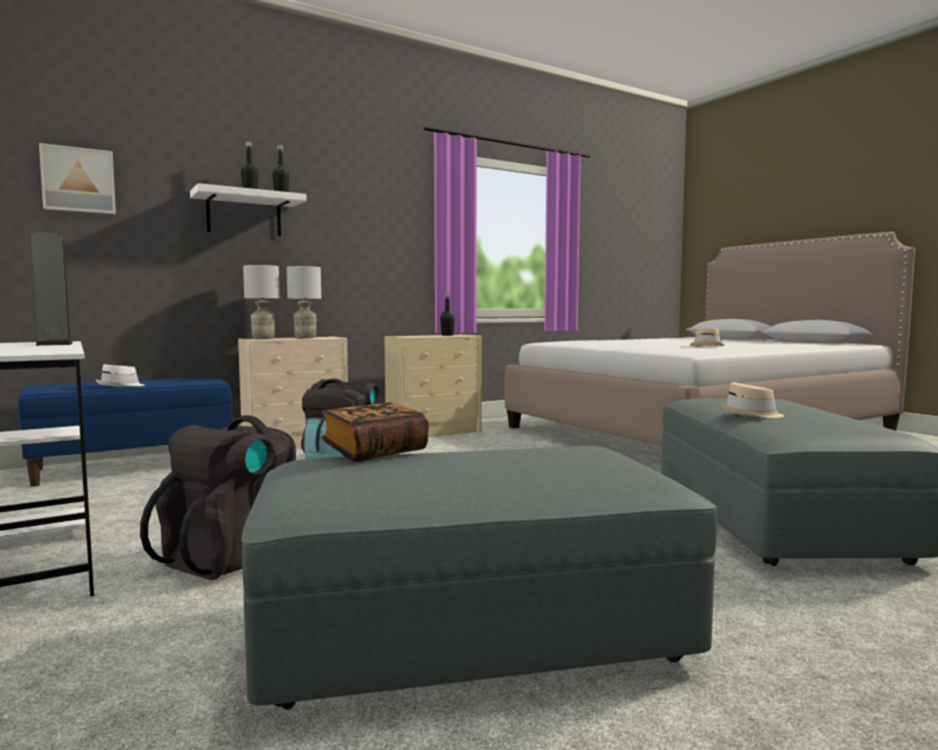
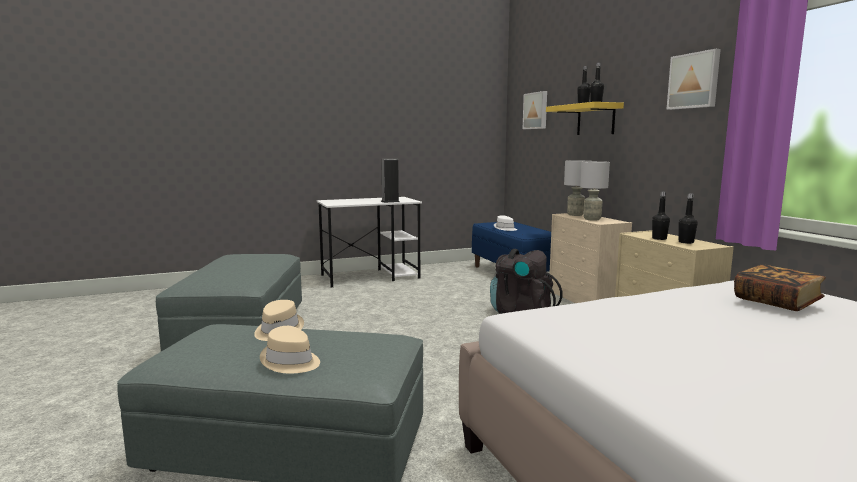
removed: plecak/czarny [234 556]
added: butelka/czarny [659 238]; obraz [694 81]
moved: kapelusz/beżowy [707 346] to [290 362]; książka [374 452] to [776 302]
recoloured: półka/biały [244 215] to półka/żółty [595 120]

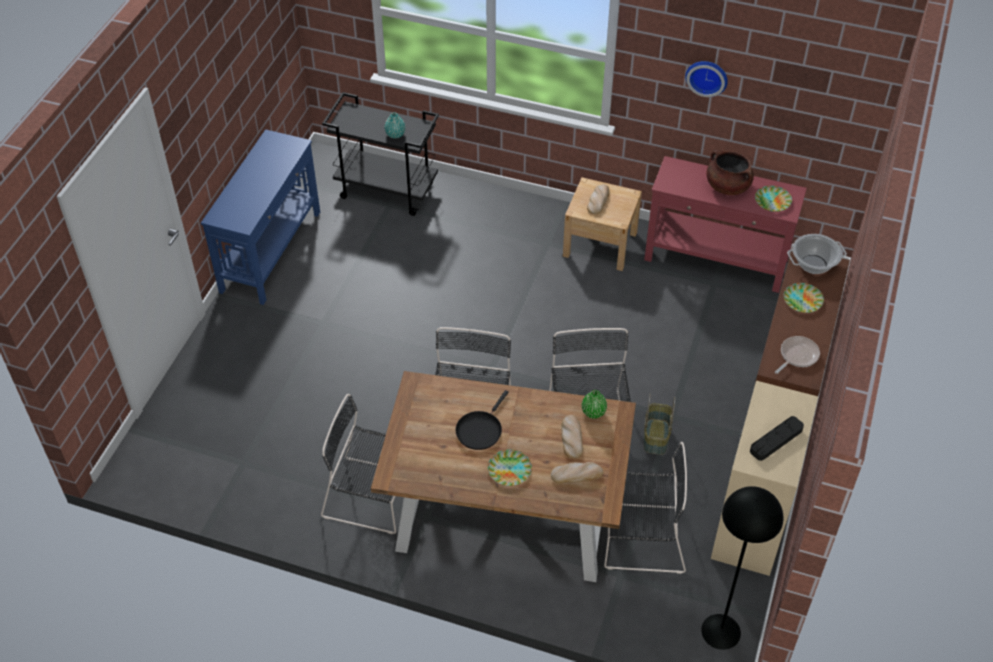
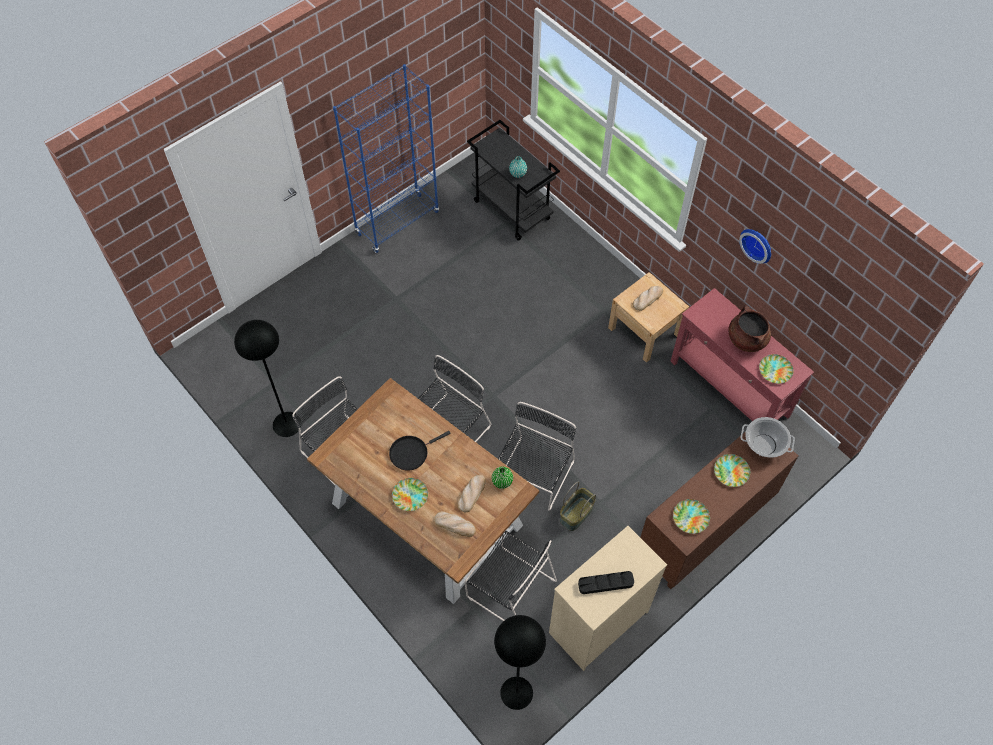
added: lampa stojąca/czarny [286 424]
replaced: stolik konsolowy/niebieski [272 251] to regał/niebieski [397 223]; patelnia [797 356] to talerz [690 517]

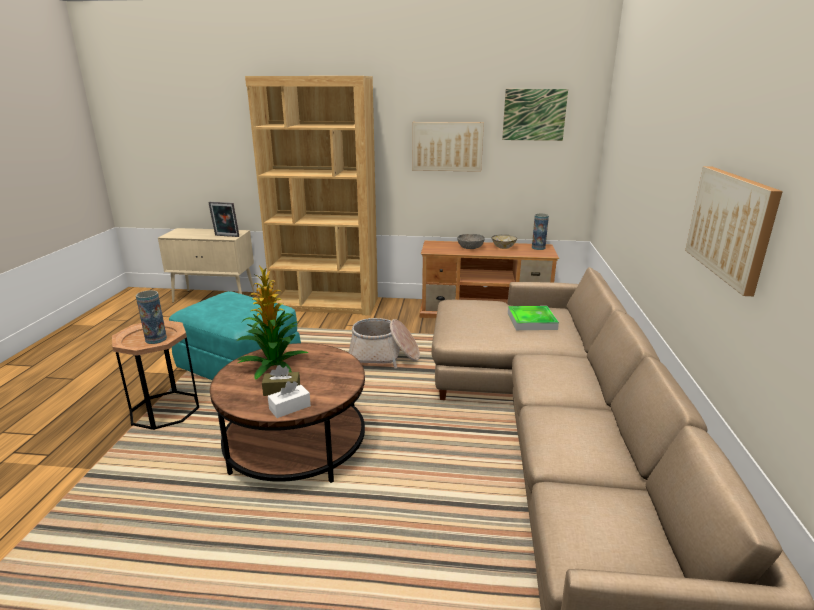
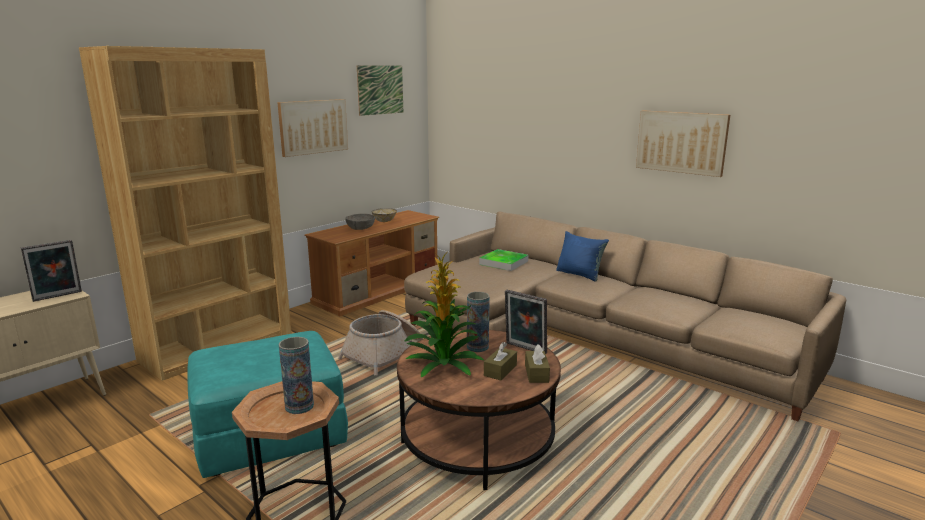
added: ramka na zdjęcie [524 349]; poduszka/niebieski [580 274]
moved: wazon [538 248] to [477 347]
recoloured: pudełko chusteczek/biały [290 407] to pudełko chusteczek/brązowy [536 373]

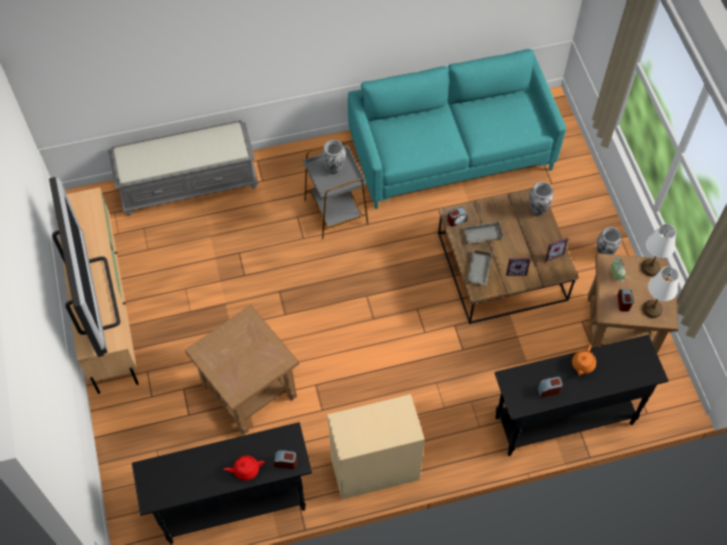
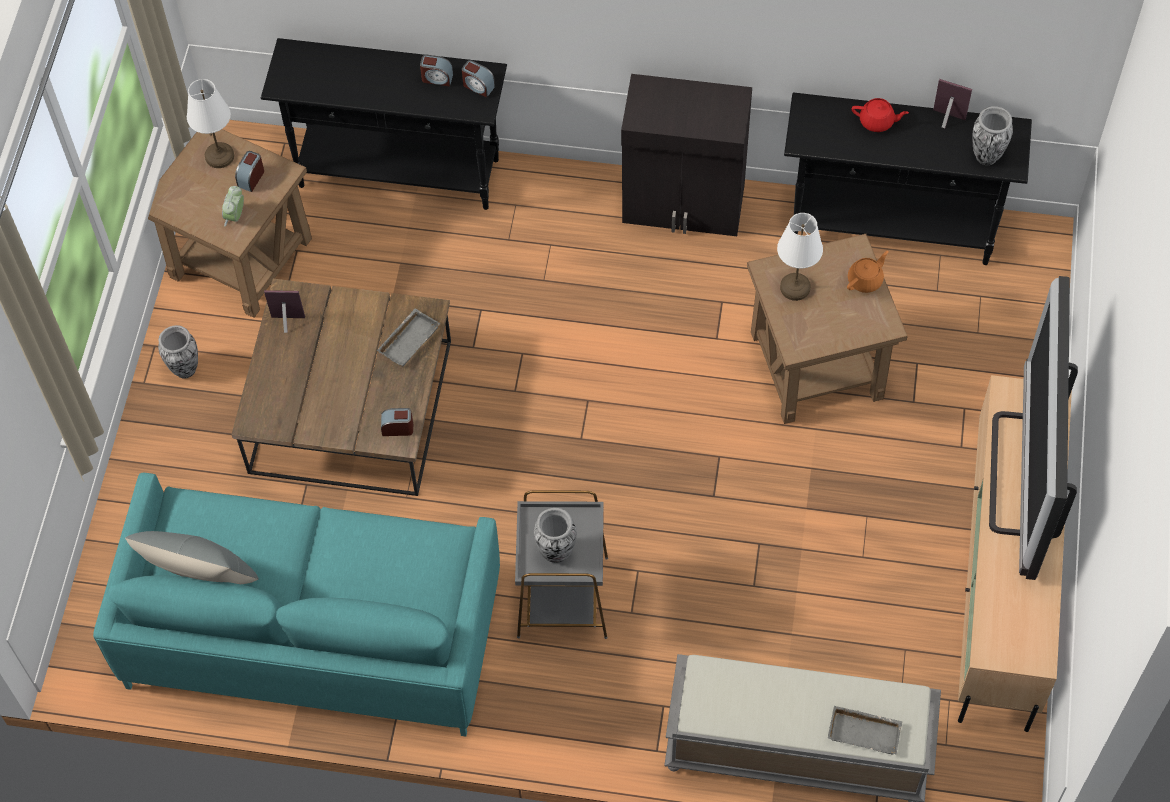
added: poduszka/szary [202 578]
moved: budzik [286 462] to [478 86]; lampa stołowa/biały [650 268] to [795 287]; taca/szary [482 235] to [865 731]; imbryk/pomarańczowy [582 365] to [865 280]; ramka na zdjęcie [515 270] to [946 121]; wazon [537 209] to [986 155]
recoloured: szafka/beżowy [374 468] to szafka/czarny [684 206]

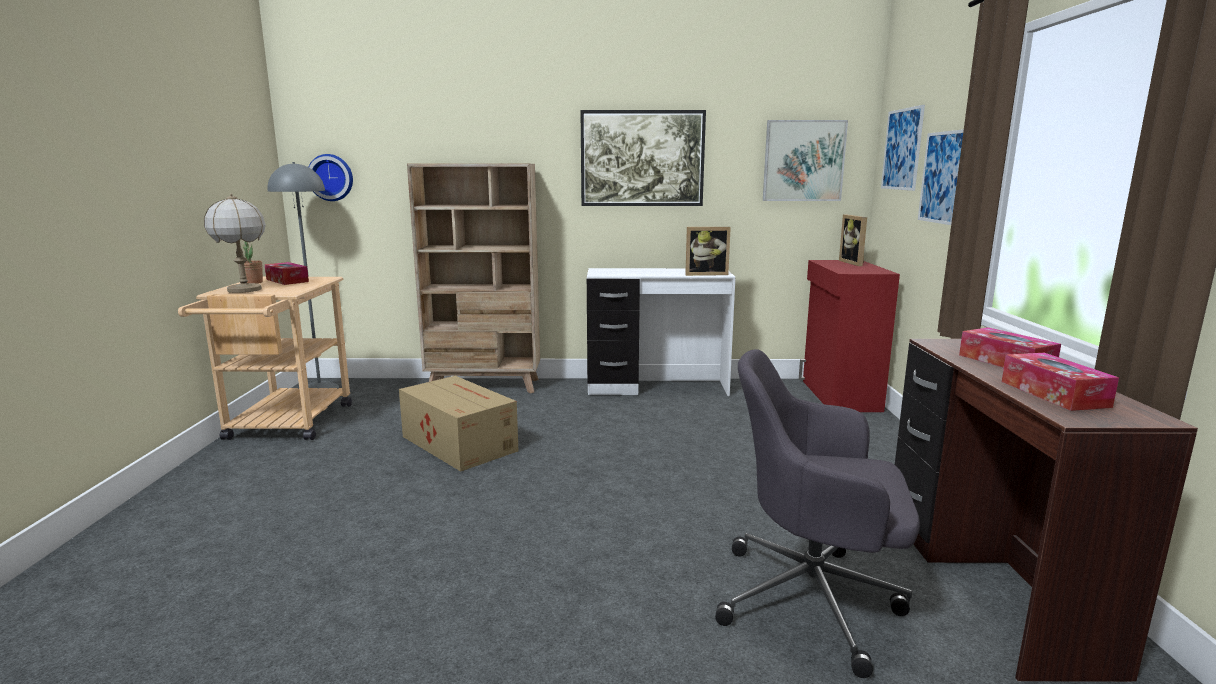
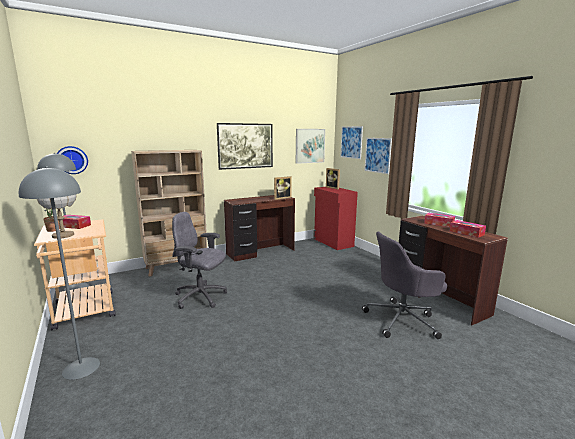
added: lampa stojąca/szary [81 367]
replaced: karton [458 443] to krzesło biurowe/szary [201 297]
recoloured: biurko/biały [657 388] to biurko/brązowy [261 252]

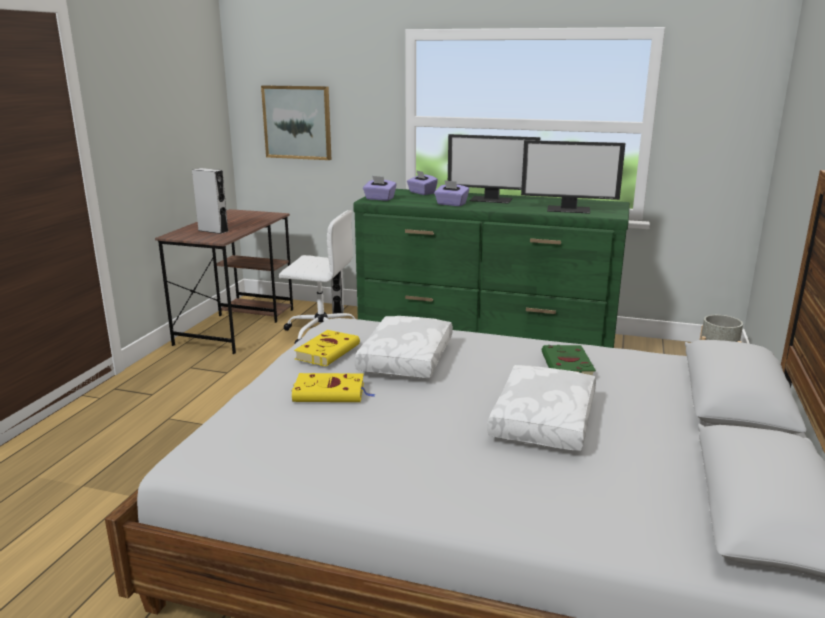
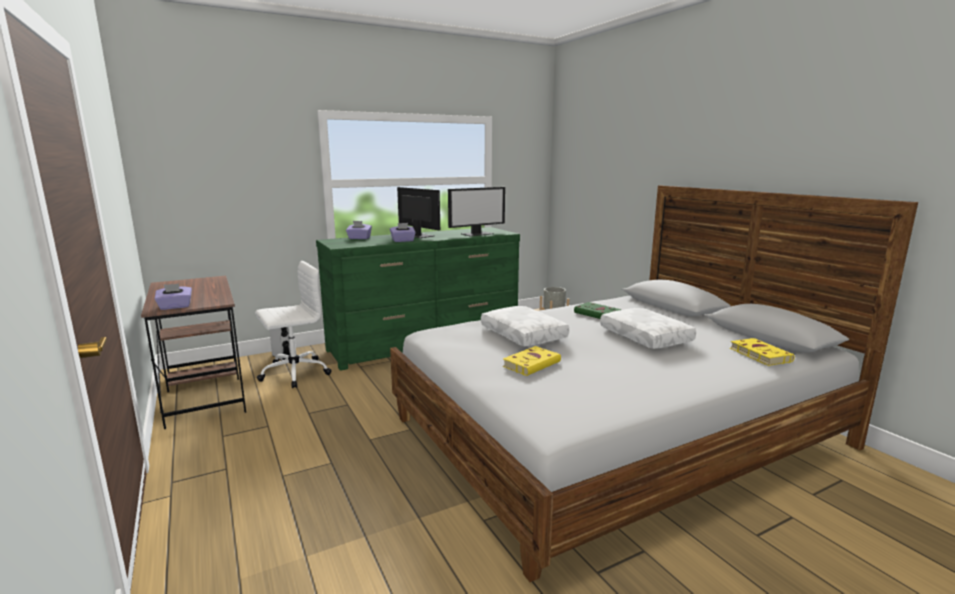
removed: głośnik/szary [213 231]; obraz [297 122]
moved: pudełko chusteczek/fioletowy [379 199] to [175 307]; książka/żółty [328 351] to [758 354]
turned: monitor [491 199] = [418 235] 105 degrees counterclockwise

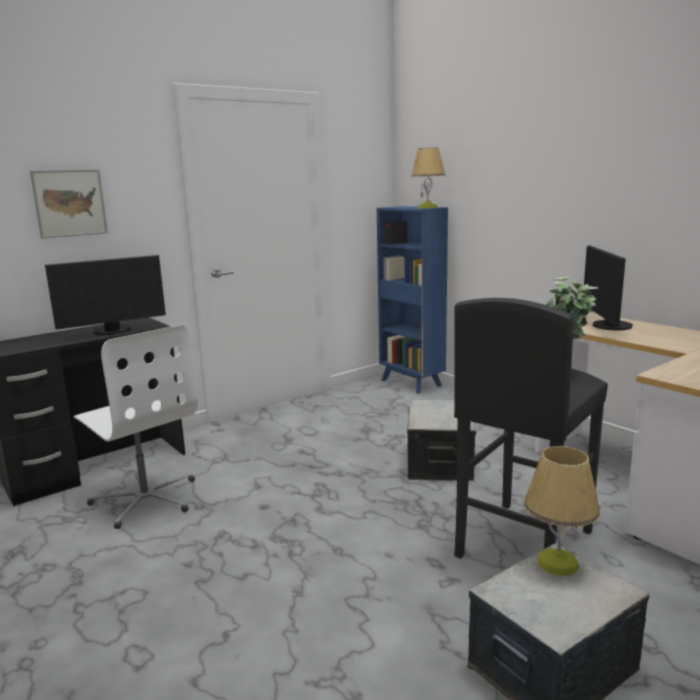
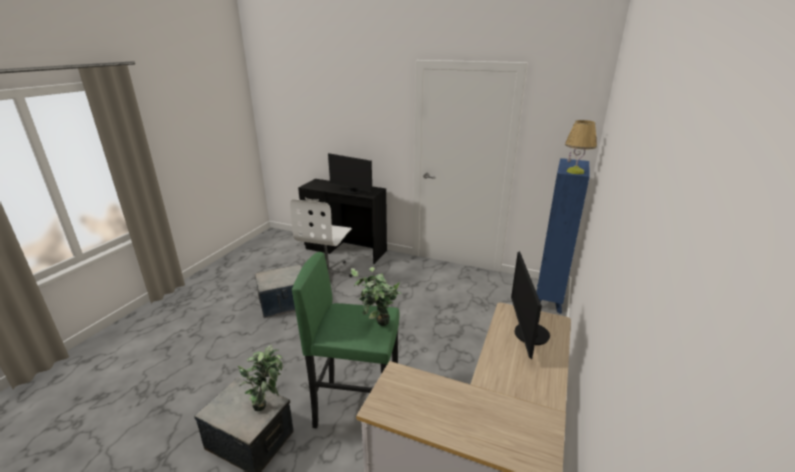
removed: obraz [70 203]
moved: pojemnik do przechowywania [440 462] to [284 303]
replaced: lampa stołowa [557 563] to roślina doniczkowa [267 403]
recoloured: stołek/czarny [522 543] to stołek/zielony [357 407]
turned: monitor [607 326] = [527 334] 60 degrees counterclockwise

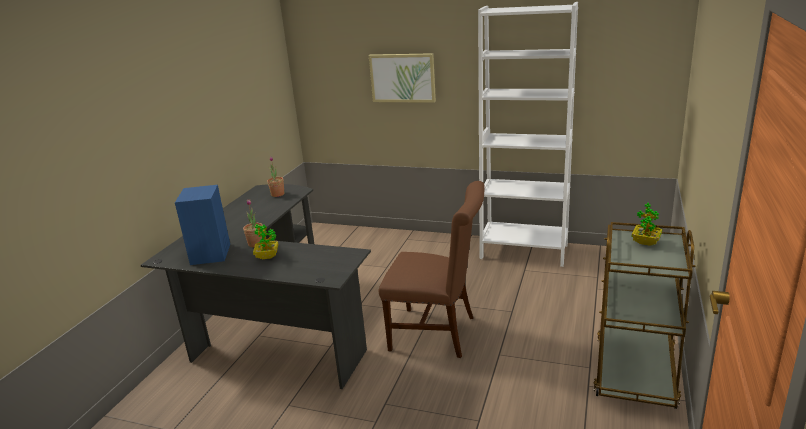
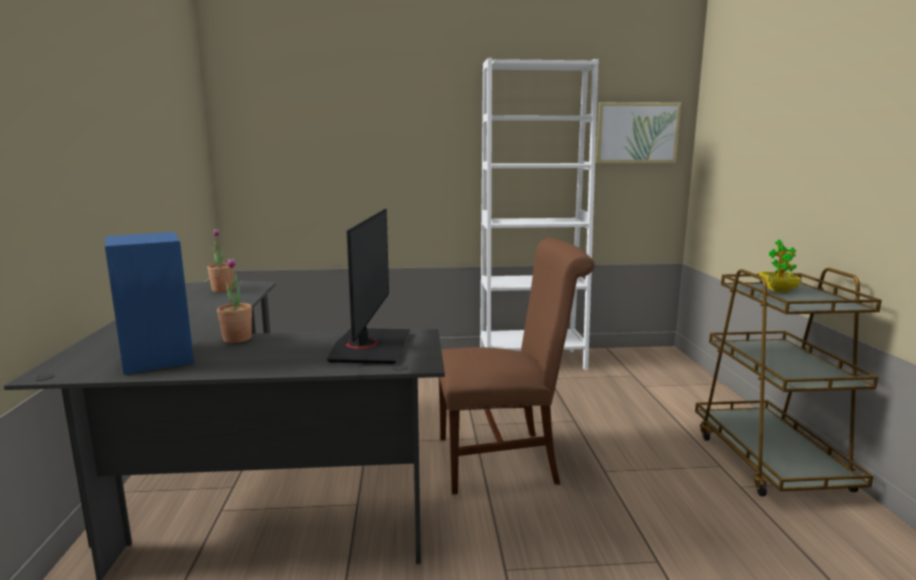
removed: roślina doniczkowa [267 256]
added: monitor [369 346]
moved: obraz [402 78] to [636 133]

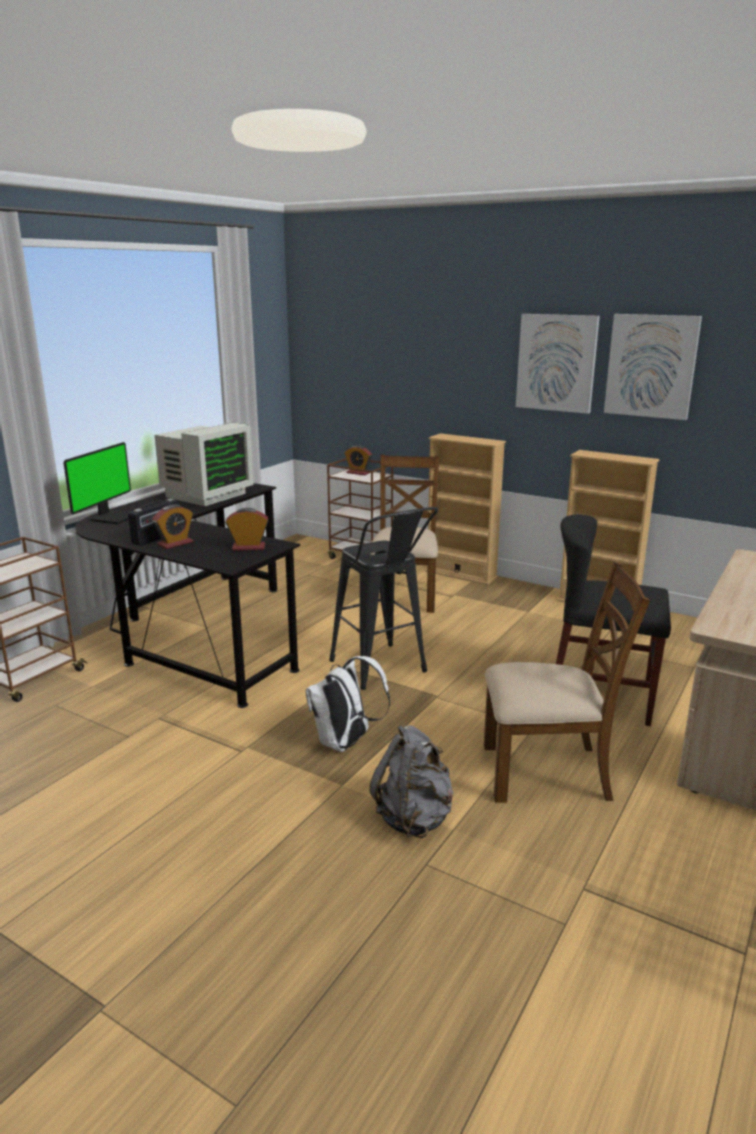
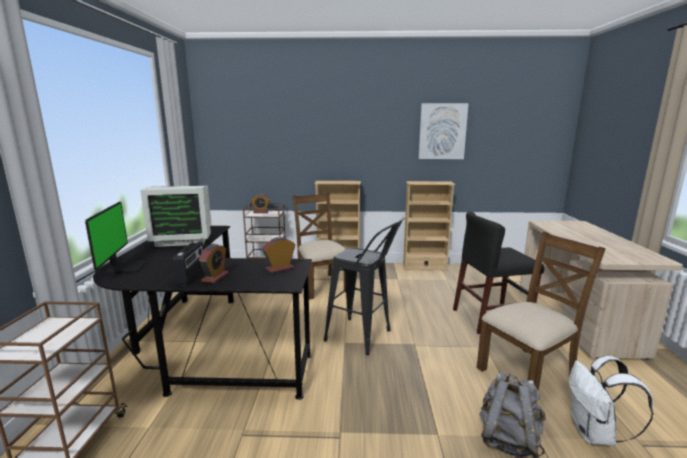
removed: obraz [556 363]
moved: plecak/biały [345 743] to [595 434]
turned: monitor [205 495] = [184 238] 75 degrees clockwise

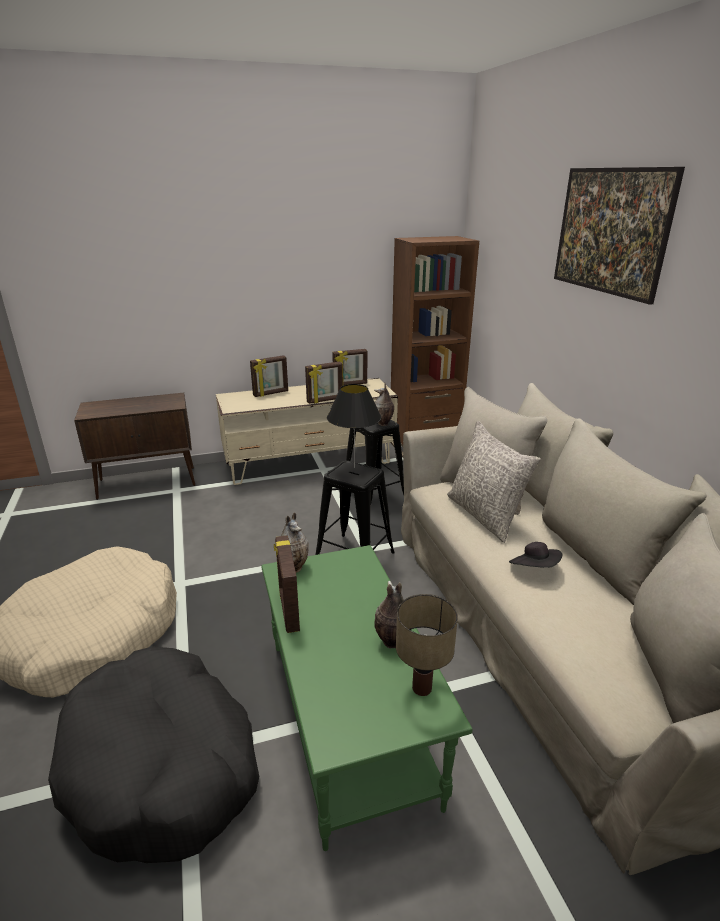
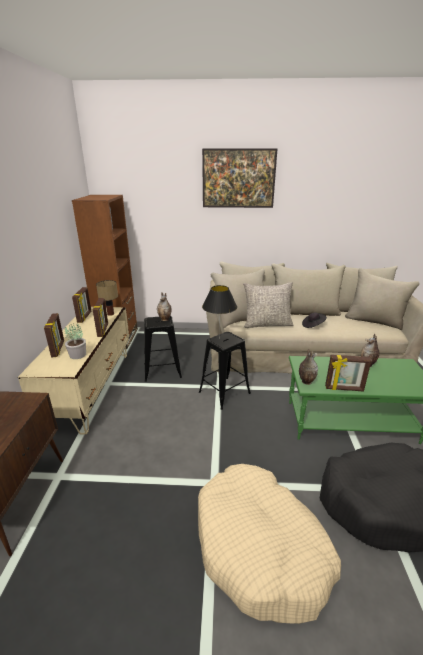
added: roślina doniczkowa [78 355]
moved: lampa stołowa [422 689] to [111 314]

